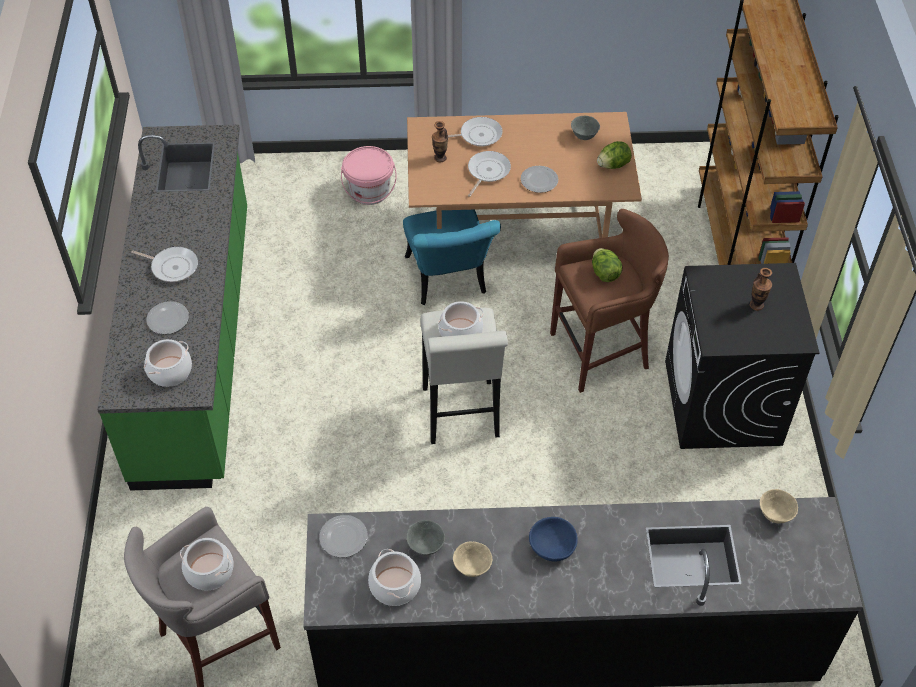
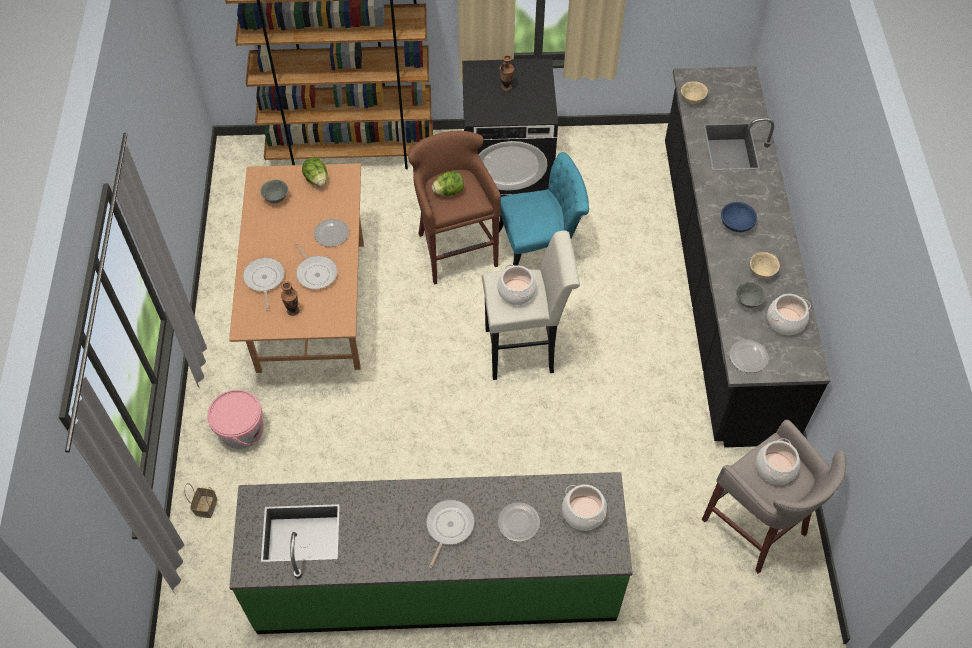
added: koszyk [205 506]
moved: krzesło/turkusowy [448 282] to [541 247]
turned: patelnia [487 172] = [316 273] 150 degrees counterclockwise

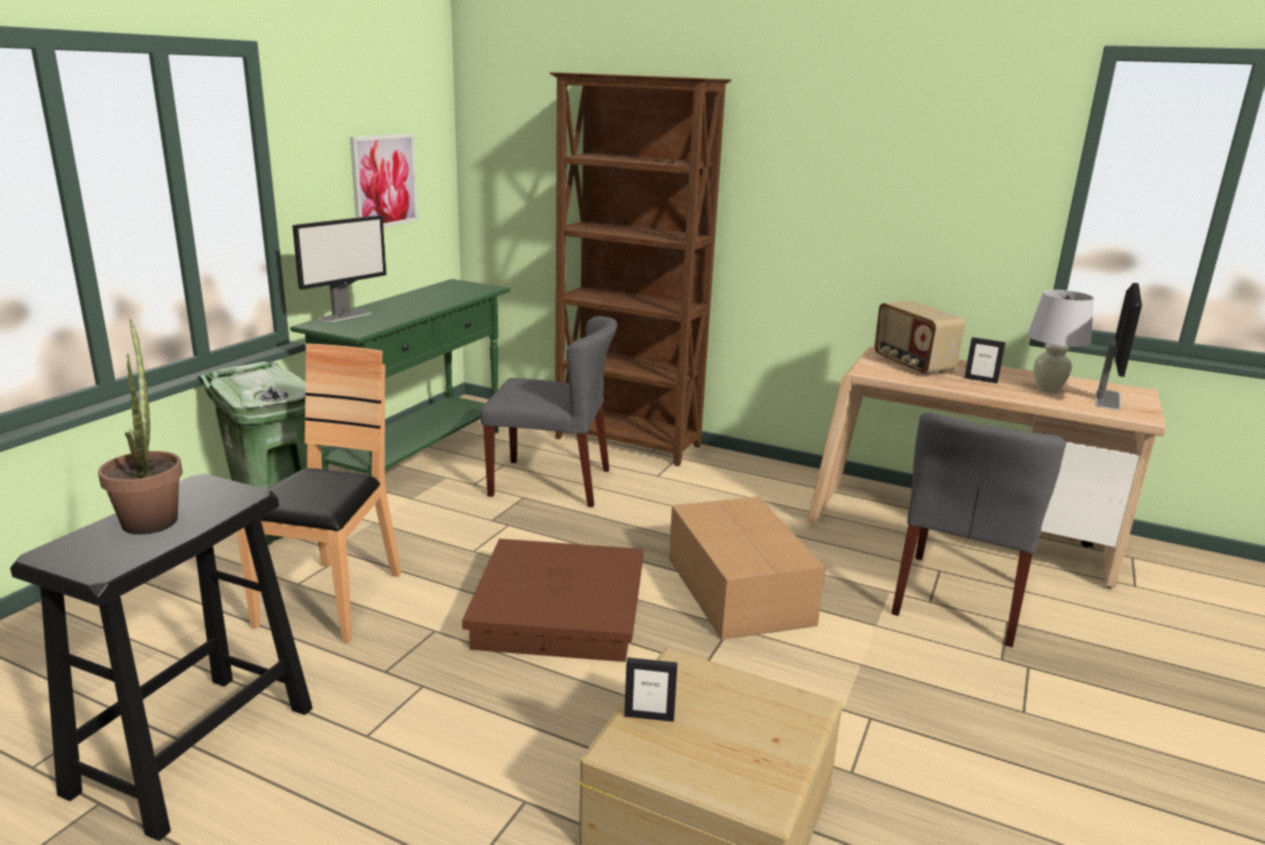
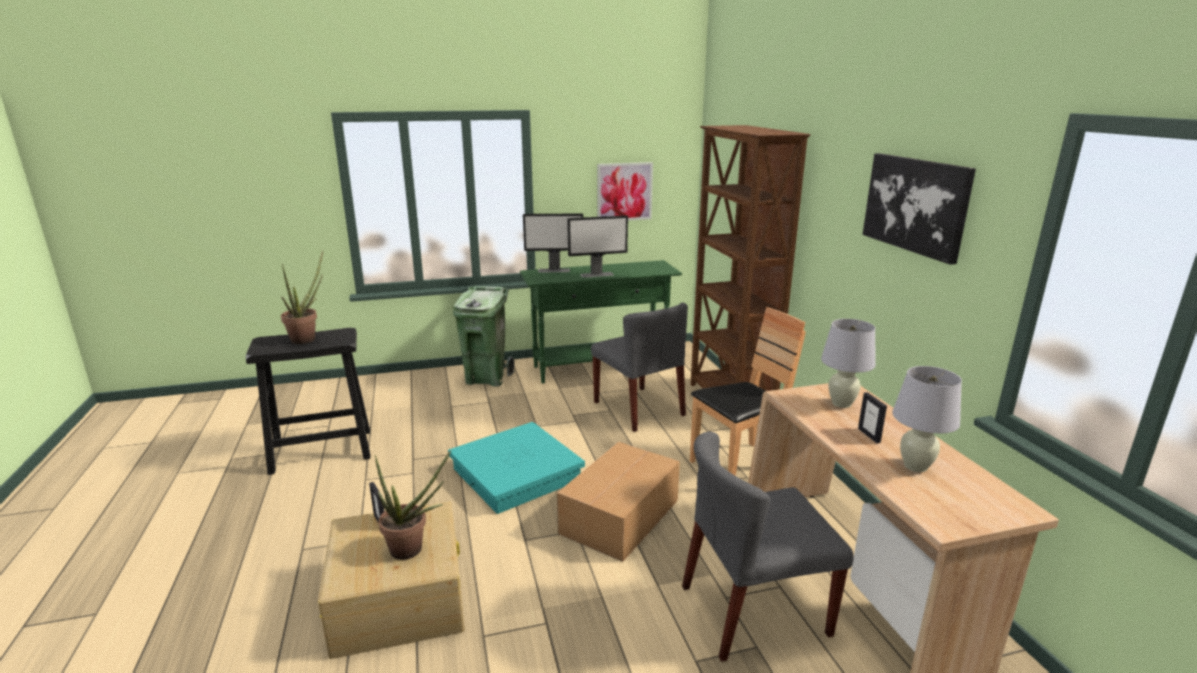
added: roślina doniczkowa [413 549]; obraz [916 205]
moved: monitor [1108 399] to [597 274]; krzesło/brązowy [332 601] to [739 466]
replaced: radio [912 365] to lampa stołowa/biały [841 403]
recoloured: pojemnik do przechowywania/brązowy [560 612] to pojemnik do przechowywania/turkusowy [516 474]

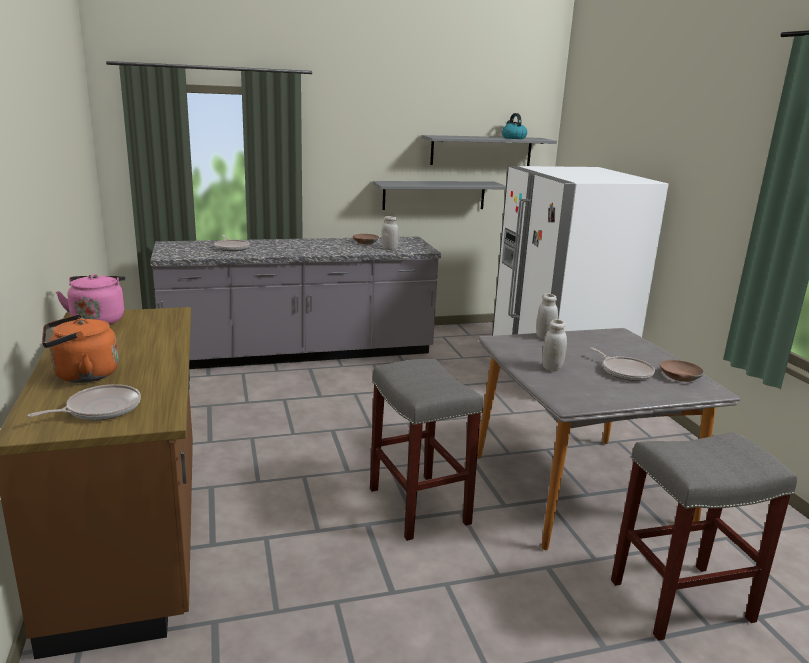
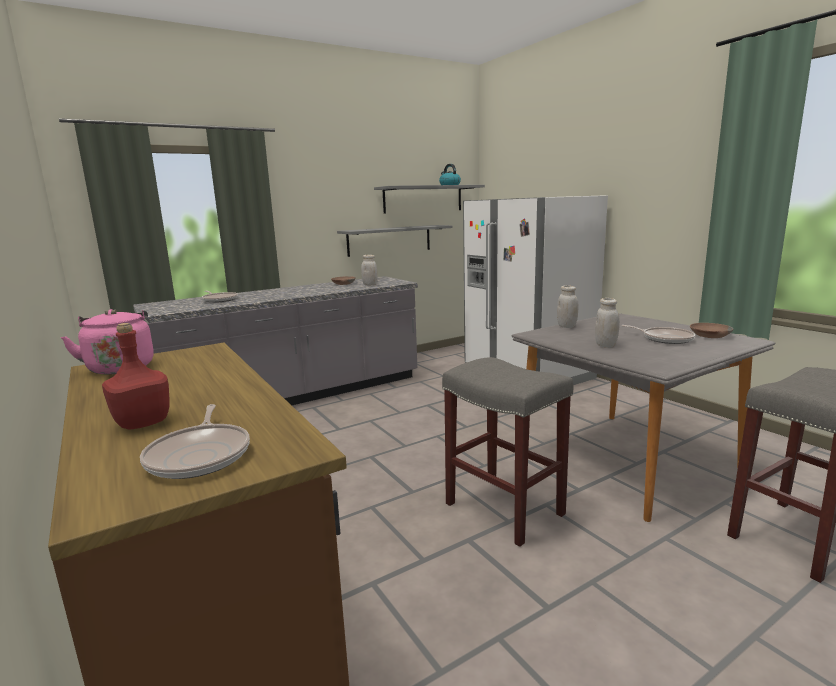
replaced: czajnik/pomarańczowy [82 375] to butelka/czerwony [142 422]
turned: patelnia [100 409] = [200 455] 135 degrees clockwise

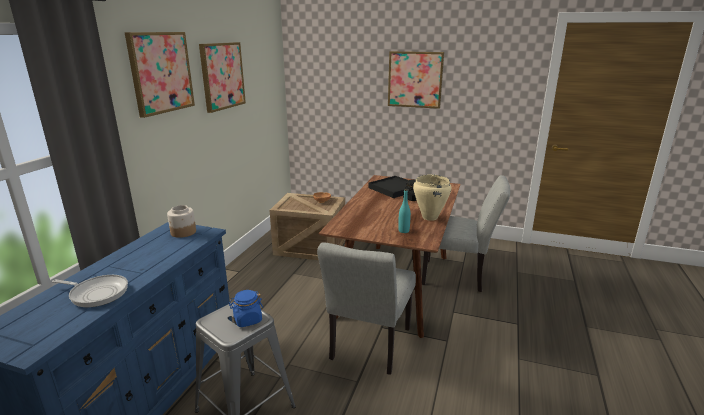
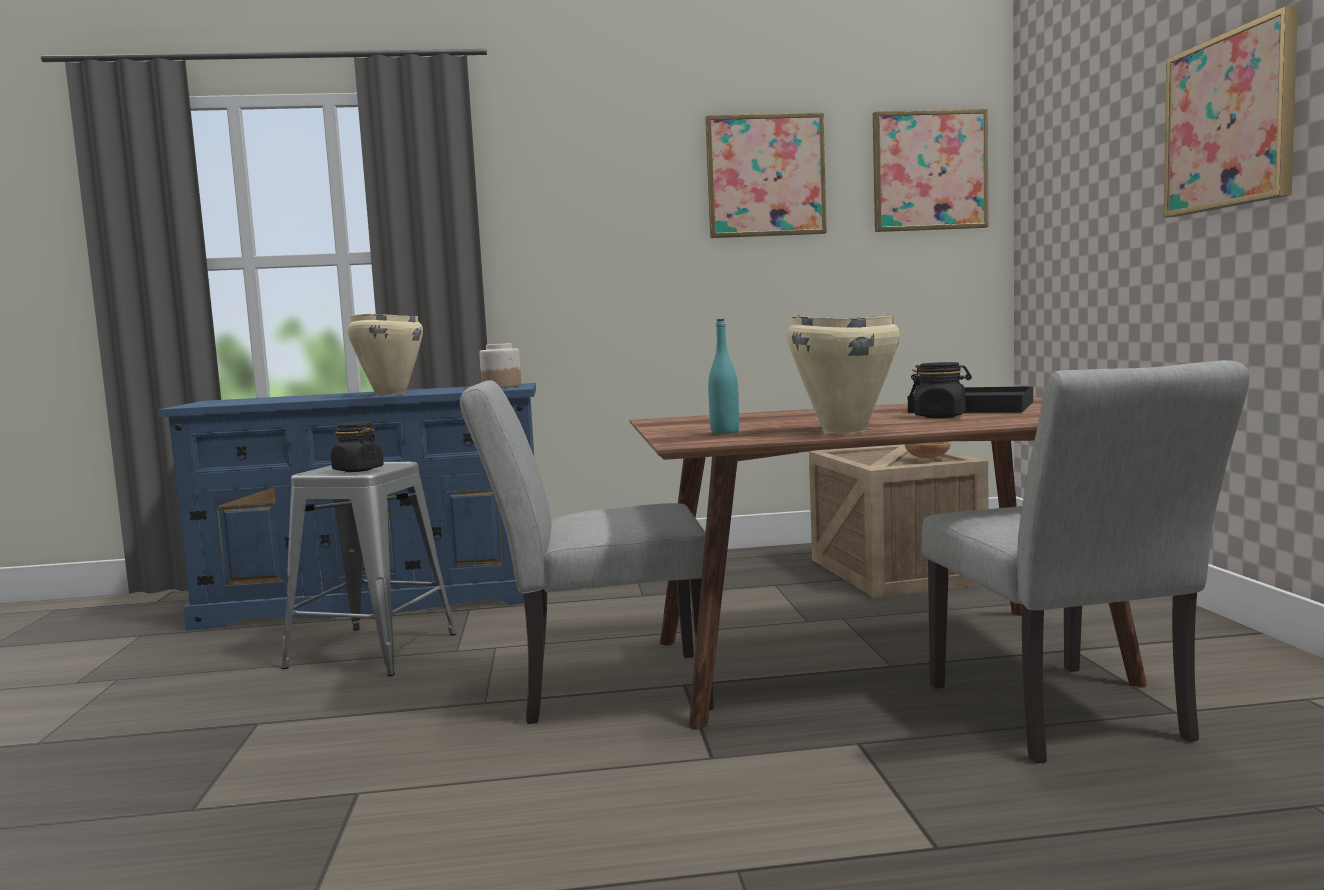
removed: patelnia [97 293]
added: garnek/beżowy [390 394]
moved: obraz [161 72] to [929 171]
recoloured: słoik/niebieski [247 320] to słoik/czarny [358 470]

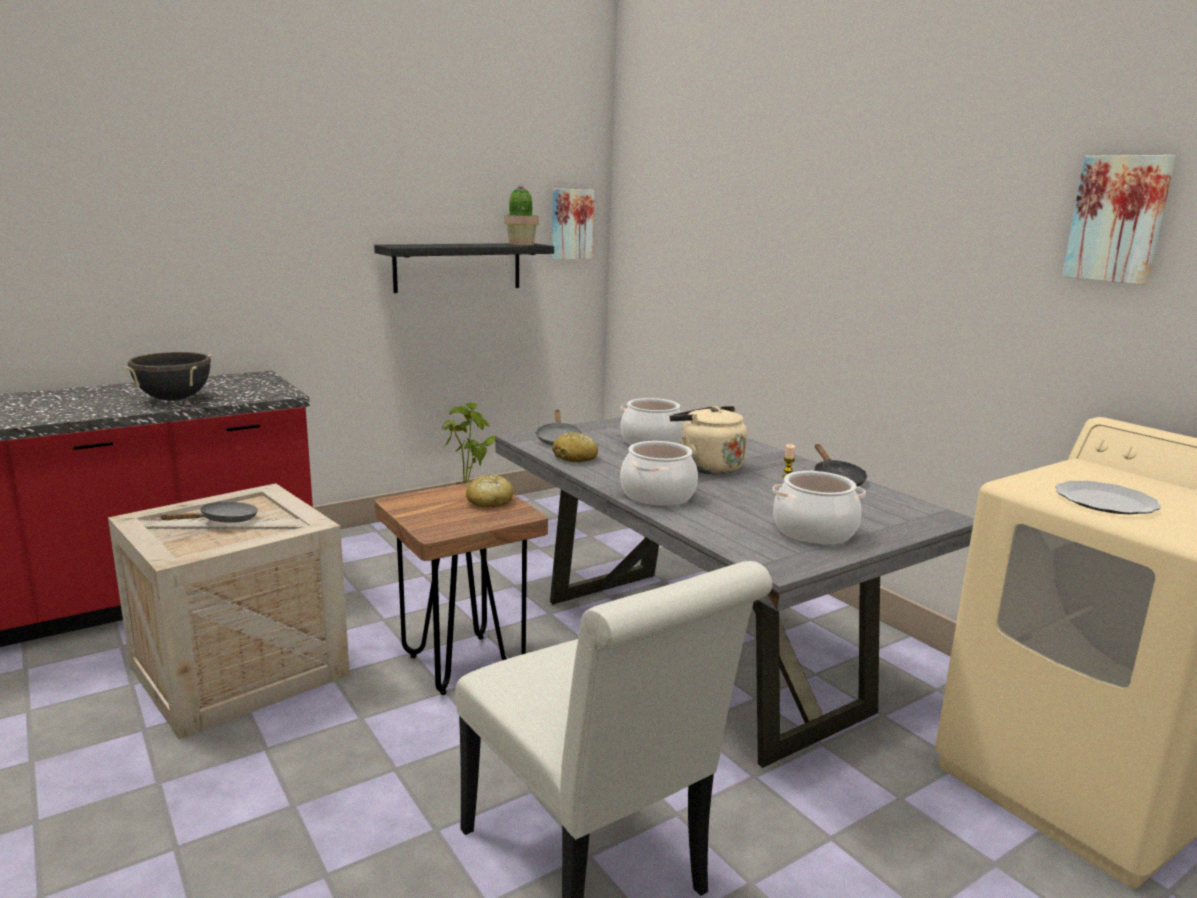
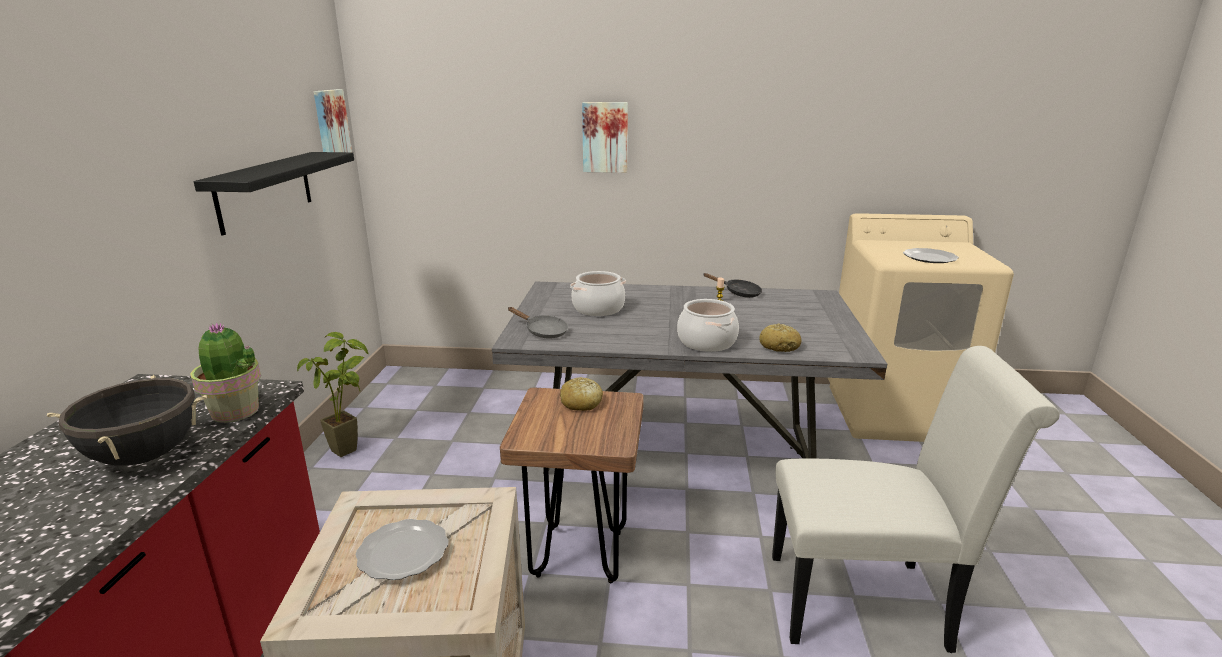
removed: czajnik/beżowy [707 467]; garnek [814 531]
moved: roślina doniczkowa [521 244] to [235 412]; obraz [1118 219] to [605 137]; chleb [575 457] to [779 346]
replaced: patelnia/szary [223 521] to talerz [404 552]

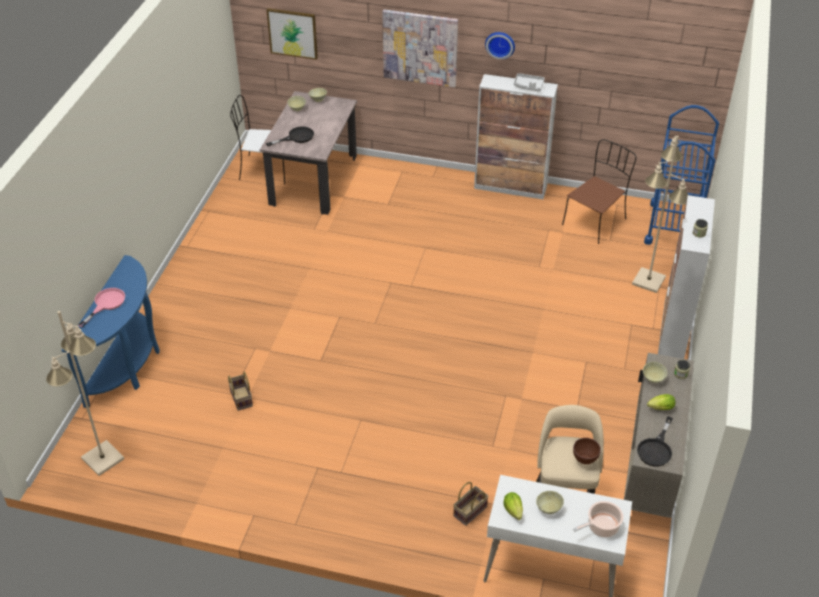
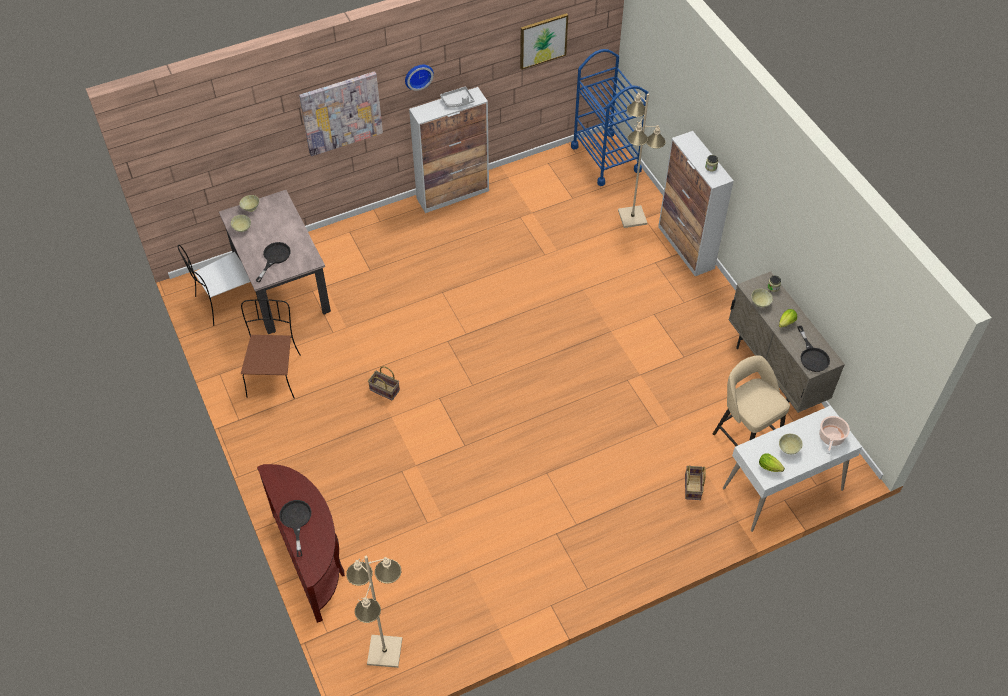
removed: miska/brązowy [585 460]
moved: krzesło/brązowy [595 221] to [274 374]; koszyk [240 398] to [383 390]; obraz [293 33] to [543 40]
recoloured: stolik konsolowy/niebieski [128 365] to stolik konsolowy/brązowy [312 560]; patelnia/różowy [106 304] to patelnia/czarny [296 521]

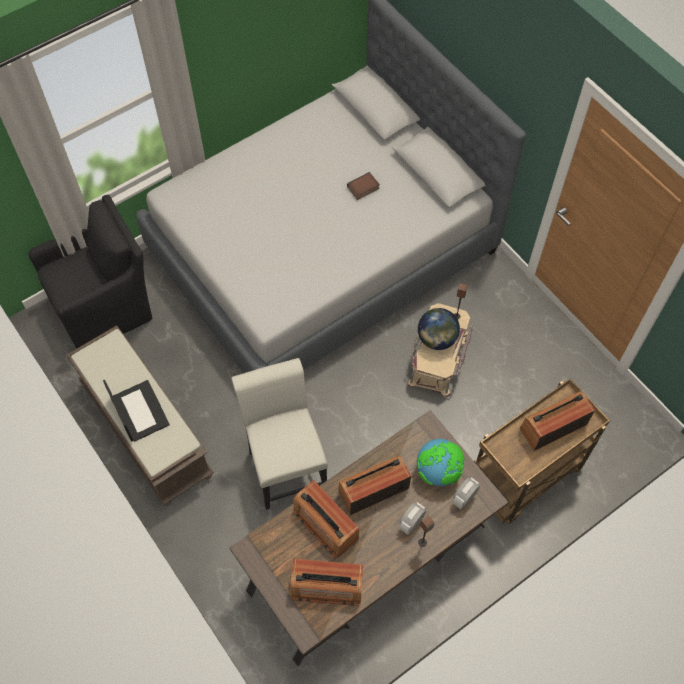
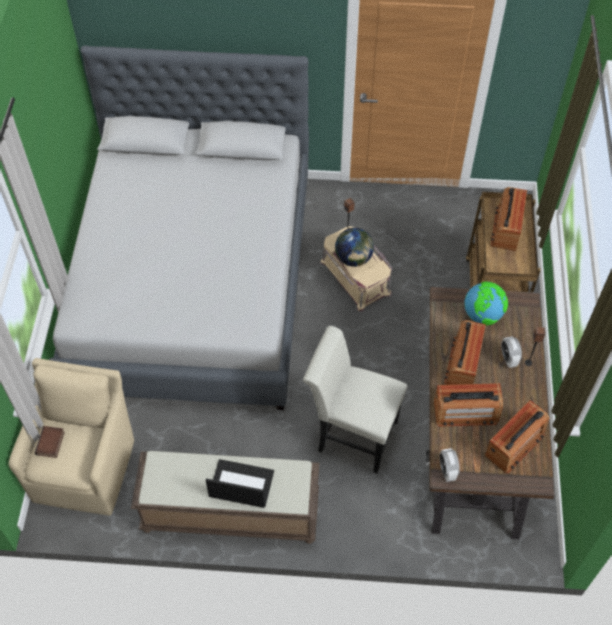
moved: książka [363 188] to [51 444]; budzik [464 498] to [447 470]
recoloured: fotel/czarny [106 307] to fotel/beżowy [86 466]

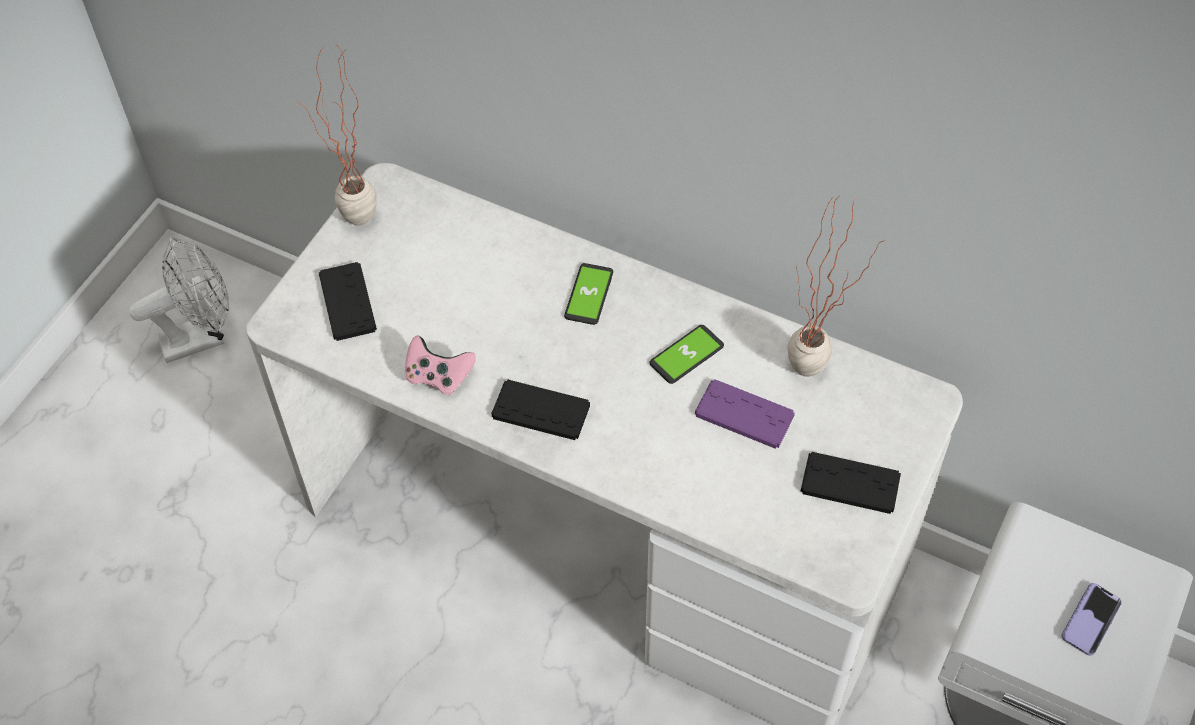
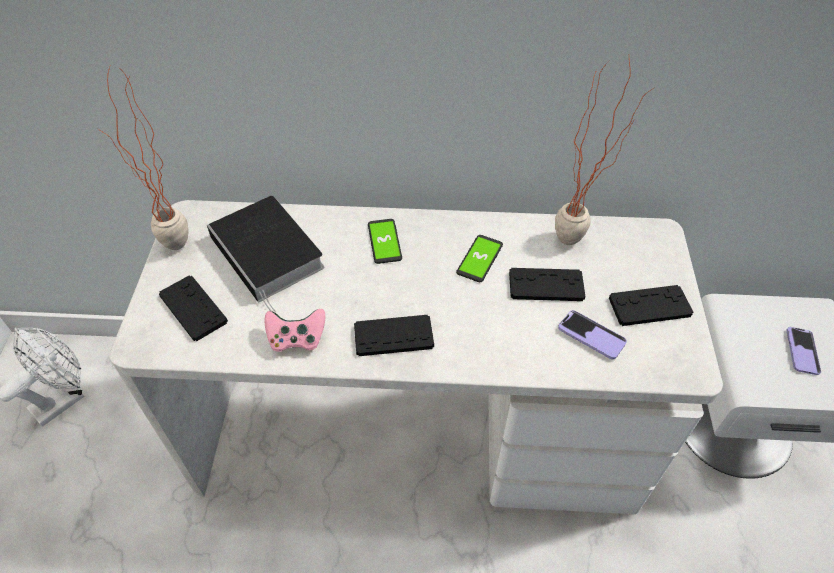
added: książka [269 254]; telefon [591 335]
recoloured: pad do gier/fioletowy [744 415] to pad do gier/czarny [546 285]

